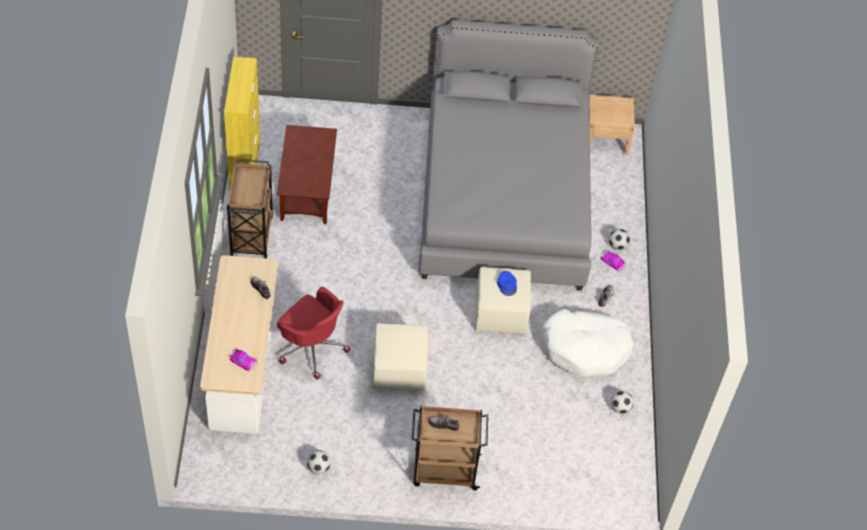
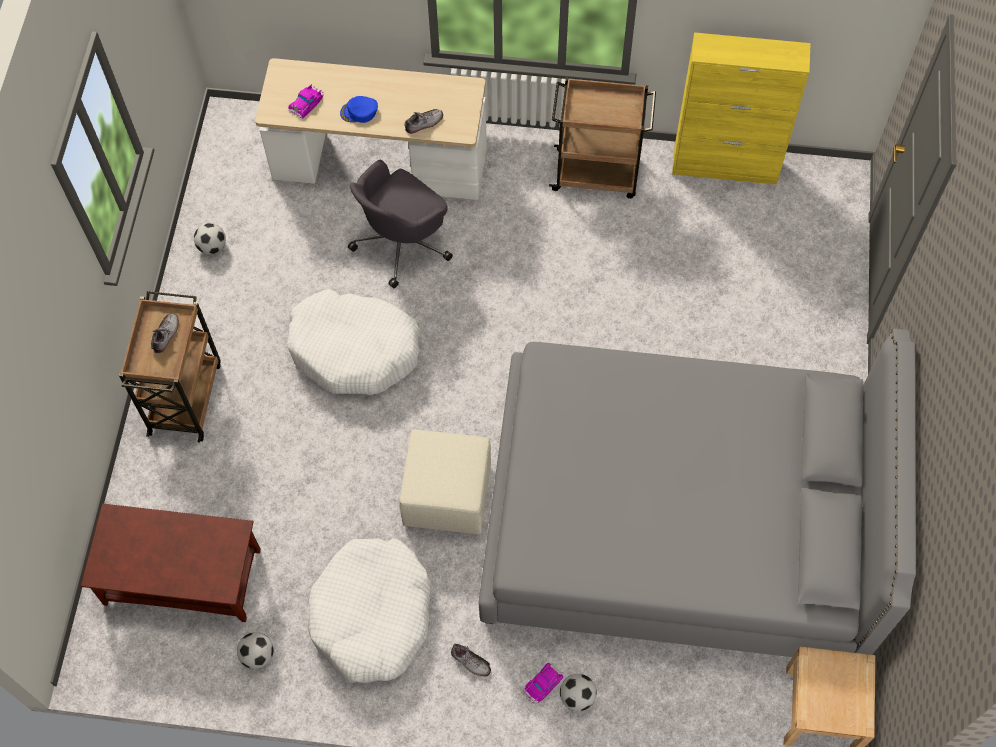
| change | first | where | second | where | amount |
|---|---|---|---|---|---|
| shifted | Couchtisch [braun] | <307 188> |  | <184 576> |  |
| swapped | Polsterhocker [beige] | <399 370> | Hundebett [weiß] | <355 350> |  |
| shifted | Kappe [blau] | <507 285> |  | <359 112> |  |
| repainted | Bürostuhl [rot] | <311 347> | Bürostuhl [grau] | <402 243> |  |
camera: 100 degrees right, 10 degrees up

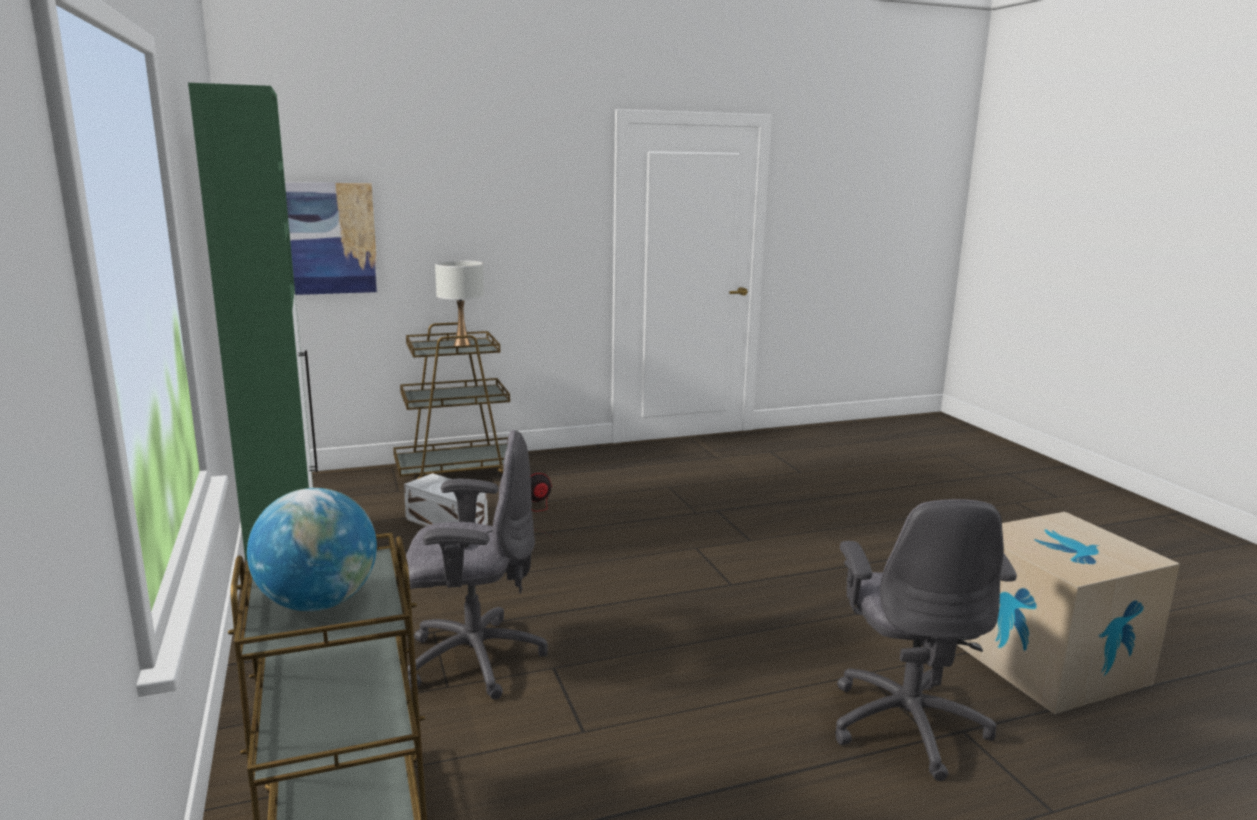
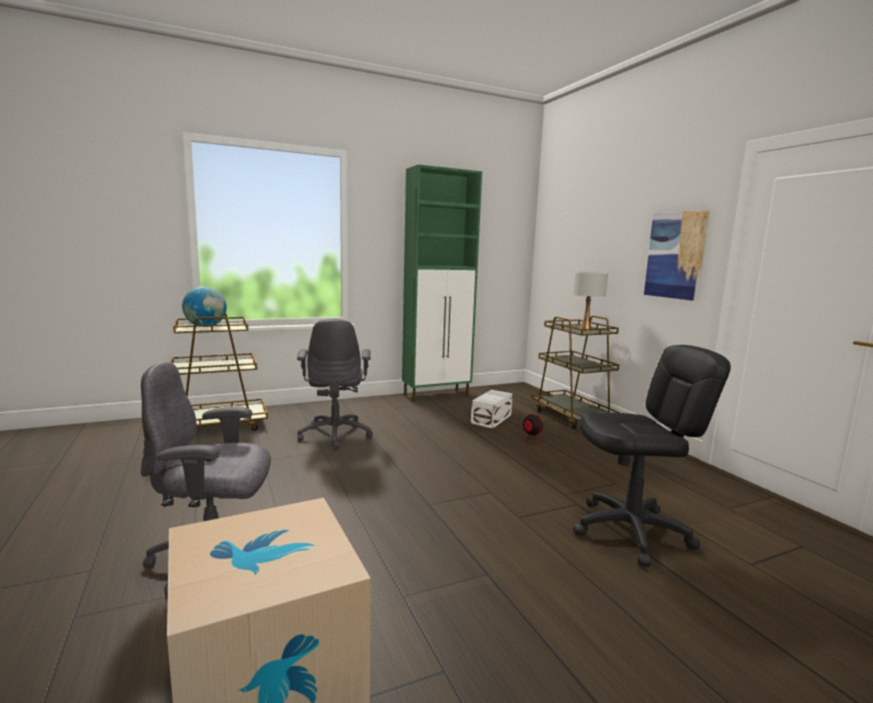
| change | first | where | second | where | amount |
|---|---|---|---|---|---|
| new |  |  | Bürostuhl [schwarz] | <631 531> |  |
| shifted | Bild | <332 238> |  | <675 255> |  |
camera: 85 degrees right, 5 degrees down

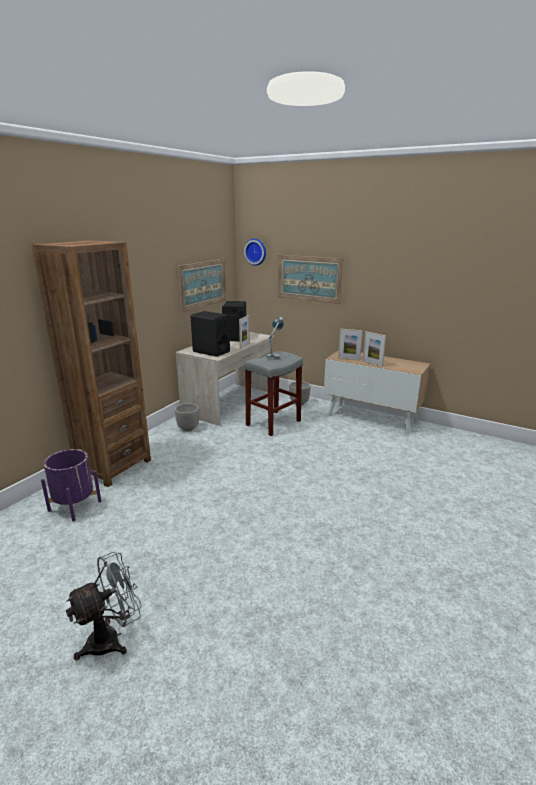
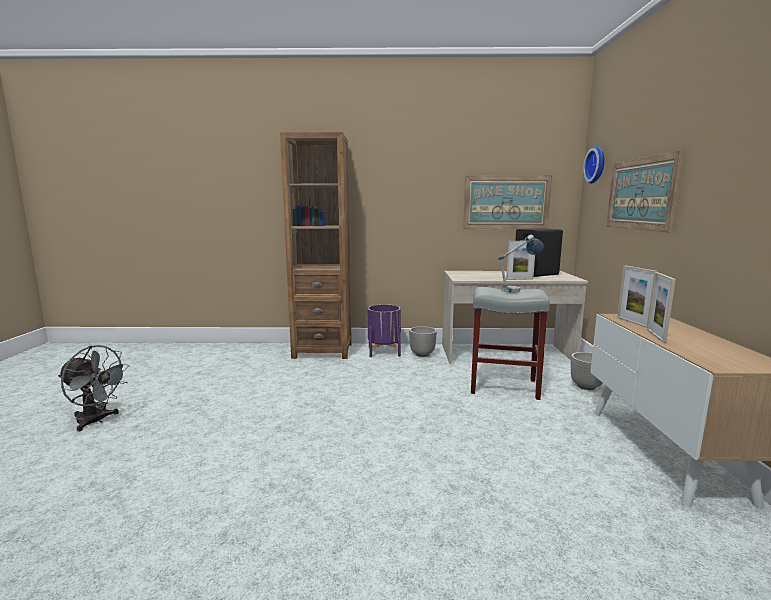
| change | first | where | second | where | amount |
|---|---|---|---|---|---|
| shifted | Pflanzkübel [lila] | <75 506> |  | <384 351> |  |
| gone | Lautsprecher [schwarz] | <211 351> |  |  |  |
camera: 60 degrees right, 10 degrees down

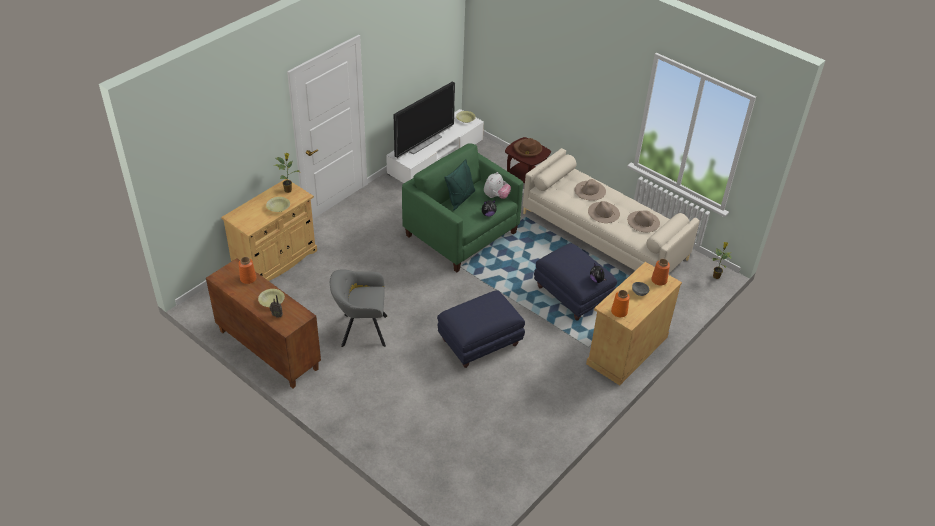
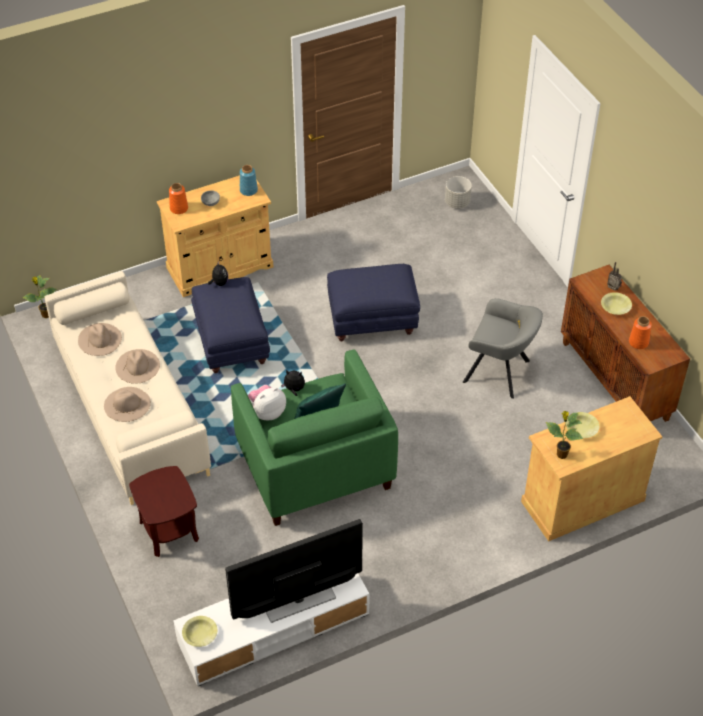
| change | first | where | second | where | amount |
|---|---|---|---|---|---|
| repainted | Vase [orange] | <618 312> | Vase [blau] | <249 190> |  |
| new |  |  | Pflanzkübel [grau] | <457 203> |  |
| gone | Hut [braun] | <527 149> |  |  |  |
camera: 155 degrees left, 5 degrees up

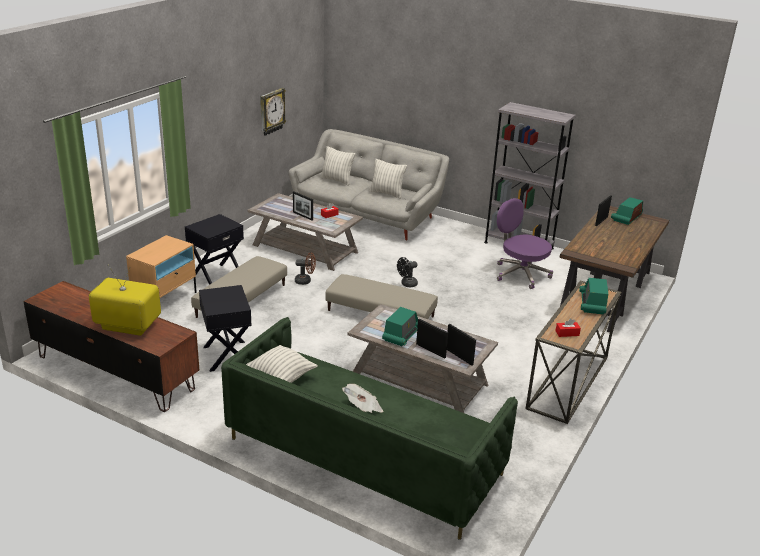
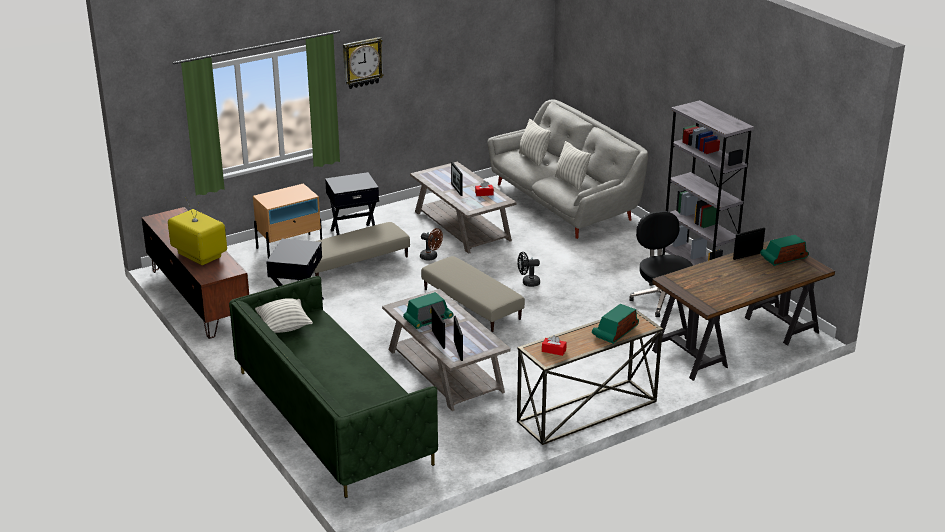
| change | first | where | second | where | amount |
|---|---|---|---|---|---|
| shifted | Wanduhr | <271 111> |  | <362 62> |  |
| repainted | Bürostuhl [lila] | <520 274> | Bürostuhl [schwarz] | <662 300> |  |
| gone | Zeitung | <363 408> |  |  |  |
camera: 30 degrees right, 0 degrees up

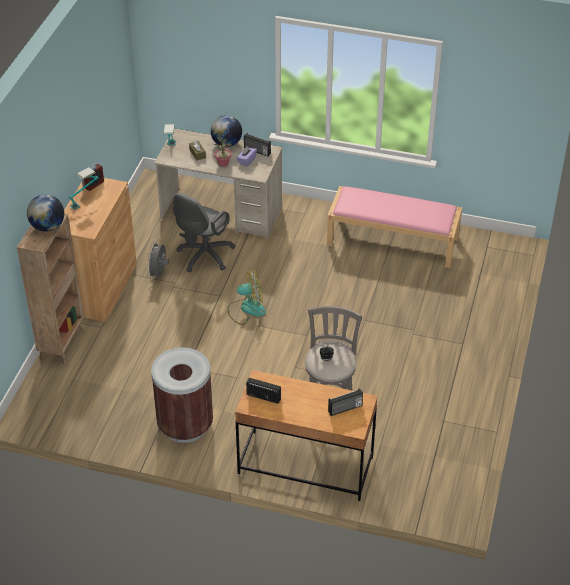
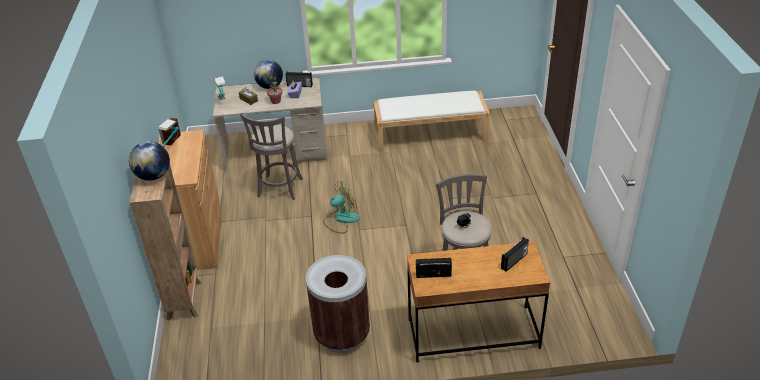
| change | first | where | second | where | amount |
|---|---|---|---|---|---|
| swapped | Bürostuhl [grau] | <203 257> | Hocker [grau] | <279 189> |  |
| repainted | Bank [rosa] | <393 241> | Bank [weiß] | <431 135> |  |
| gone | Ventilator [grau] | <159 274> |  |  |  |
camera: 20 degrees left, 5 degrees down

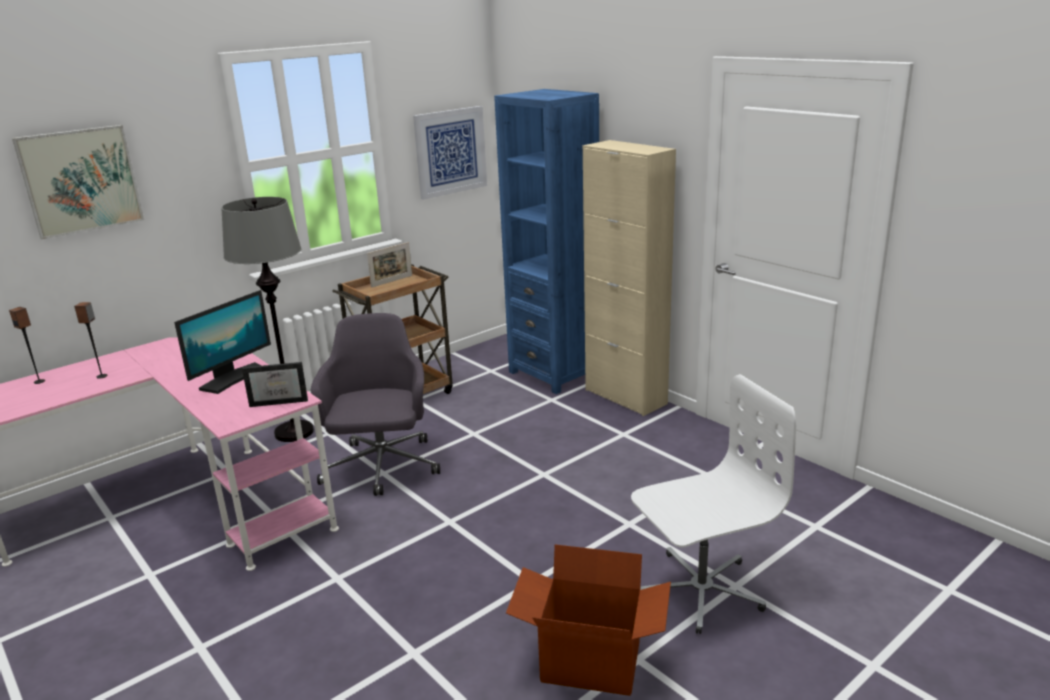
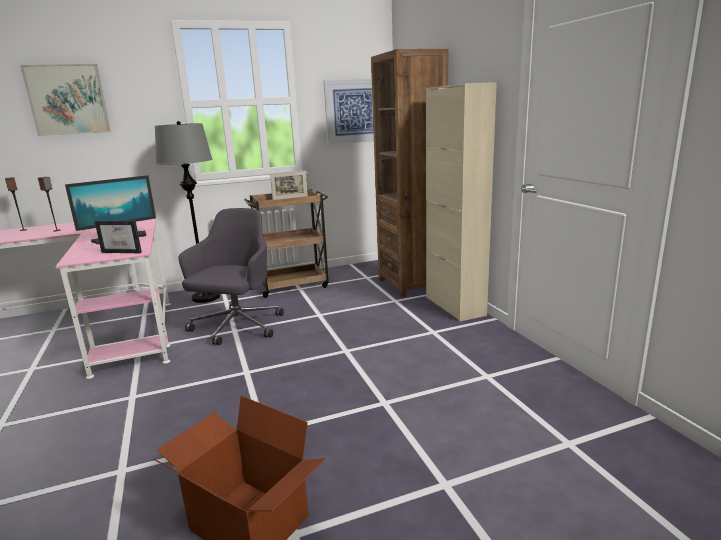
| change | first | where | second | where | amount |
|---|---|---|---|---|---|
| repainted | Bücherregal [blau] | <554 373> | Bücherregal [braun] | <411 284> |  |
| gone | Bürostuhl [weiß] | <700 589> |  |  |  |
camera: 20 degrees right, 5 degrees down

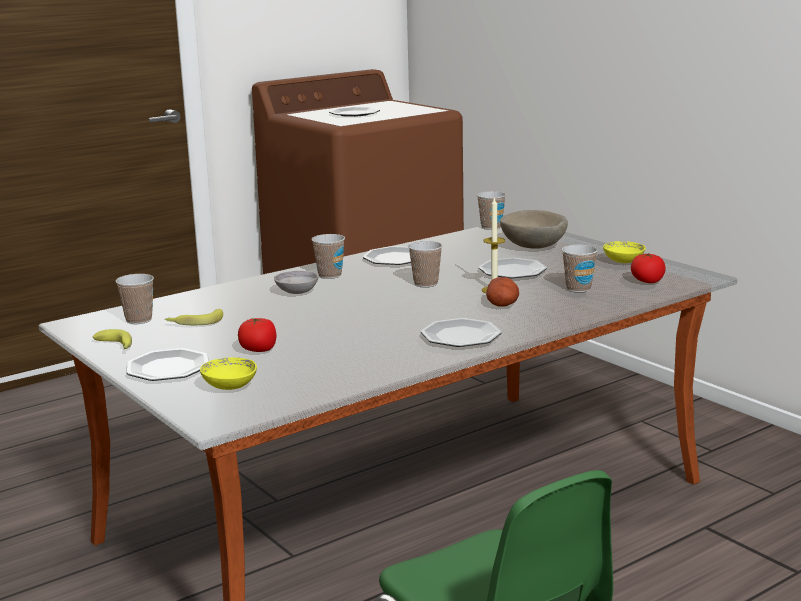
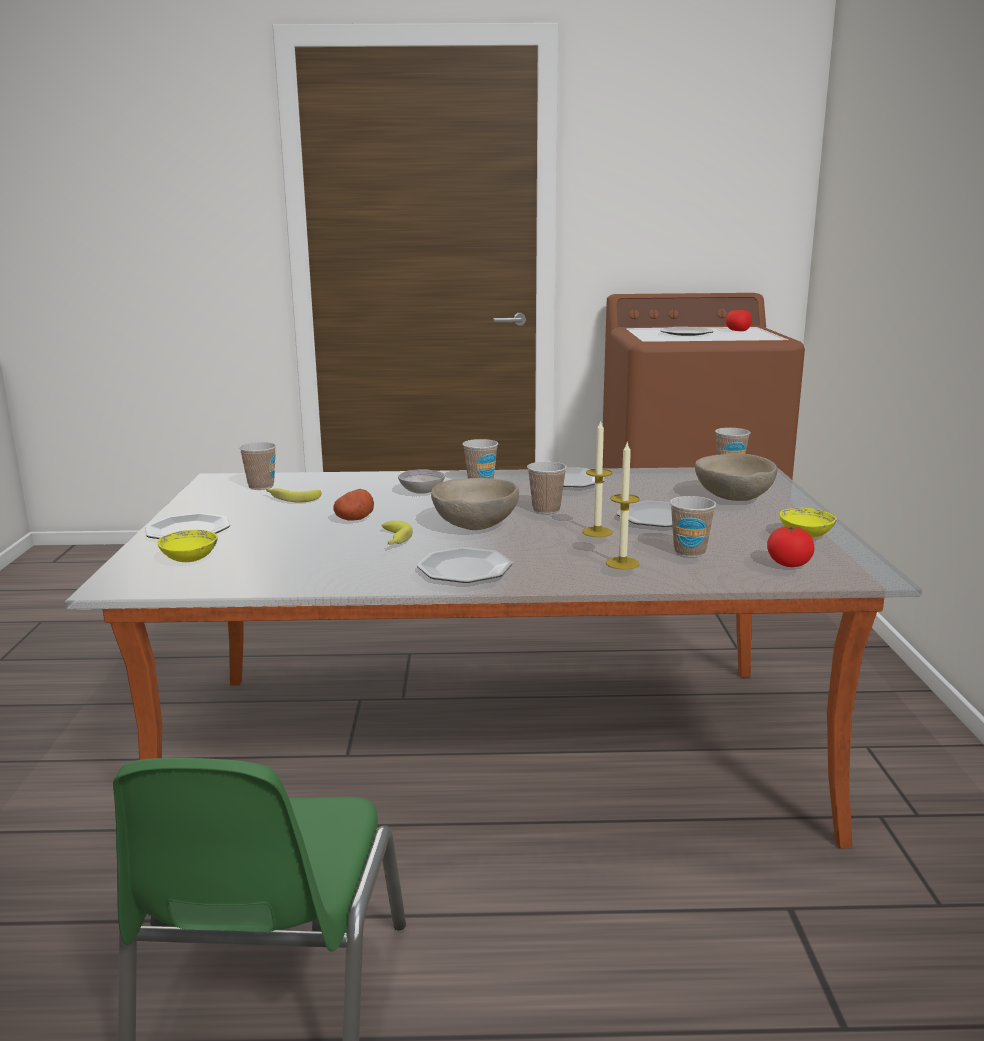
| change | first | where | second | where | amount |
|---|---|---|---|---|---|
| shifted | Kartoffel | <502 305> |  | <355 519> |  |
| shifted | Banane | <116 347> |  | <393 540> |  |
| new |  |  | Schüssel [beige] | <475 525> |  |
| new |  |  | Kerze | <622 563> |  |
| shifted | Tomate | <258 350> |  | <738 331> |  |
camera: 35 degrees right, 0 degrees up

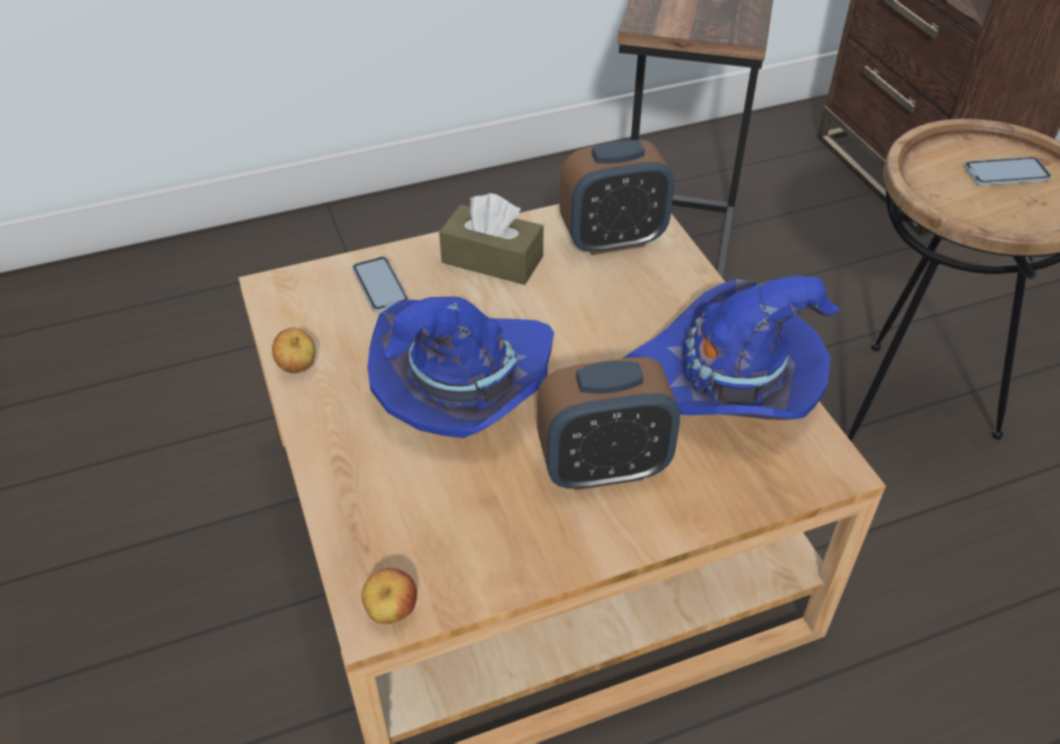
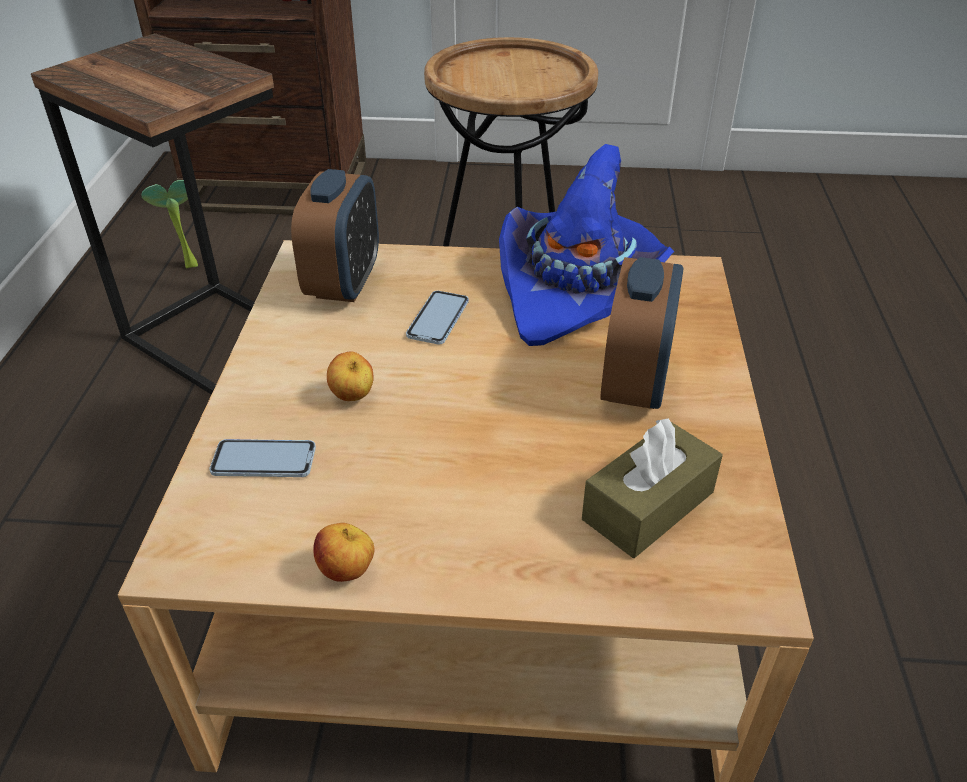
| change | first | where | second | where | amount |
|---|---|---|---|---|---|
| new |  |  | Topfpflanze | <187 264> |  |
| shifted | Apfel | <391 612> |  | <353 397> |  |
| shifted | Handy | <1006 173> |  | <438 319> |  |
| shifted | Taschentuchbox [braun] | <492 259> |  | <648 506> |  |
| gone | Hut [blau] | <465 386> |  |  |  |
camera: 65 degrees left, 5 degrees down

